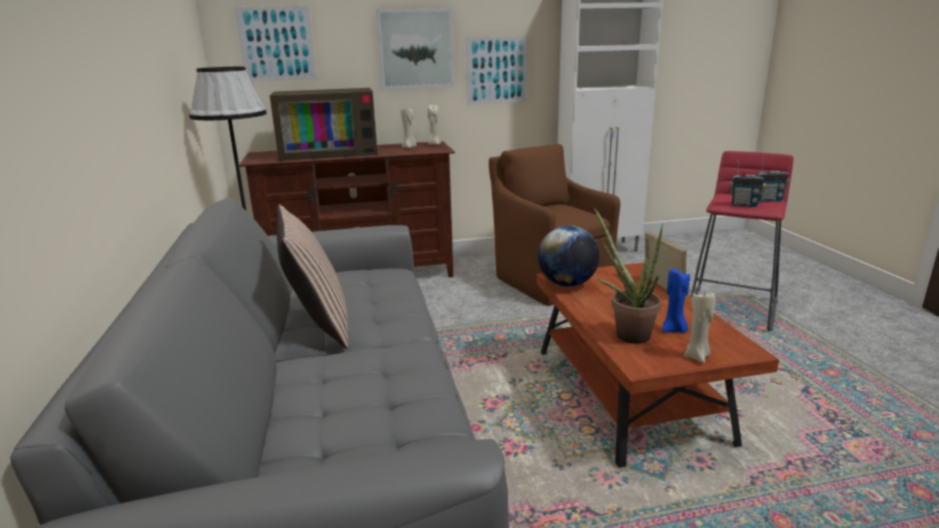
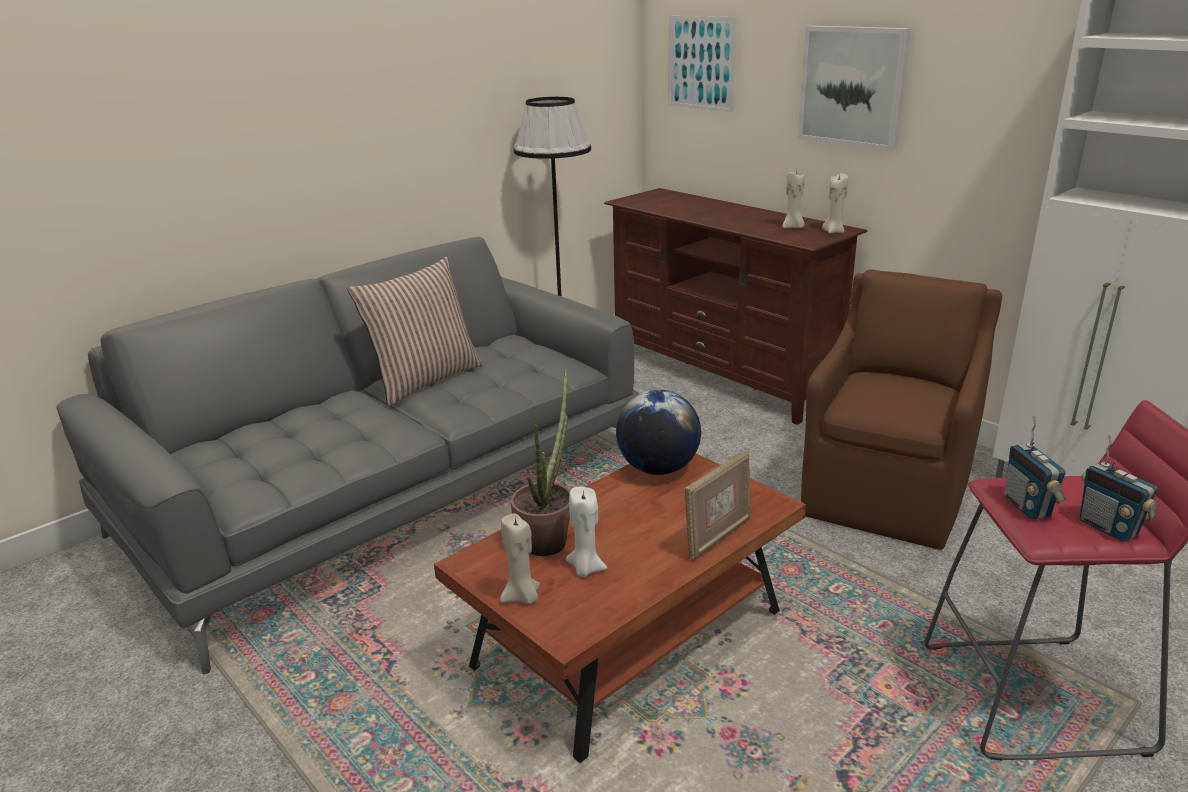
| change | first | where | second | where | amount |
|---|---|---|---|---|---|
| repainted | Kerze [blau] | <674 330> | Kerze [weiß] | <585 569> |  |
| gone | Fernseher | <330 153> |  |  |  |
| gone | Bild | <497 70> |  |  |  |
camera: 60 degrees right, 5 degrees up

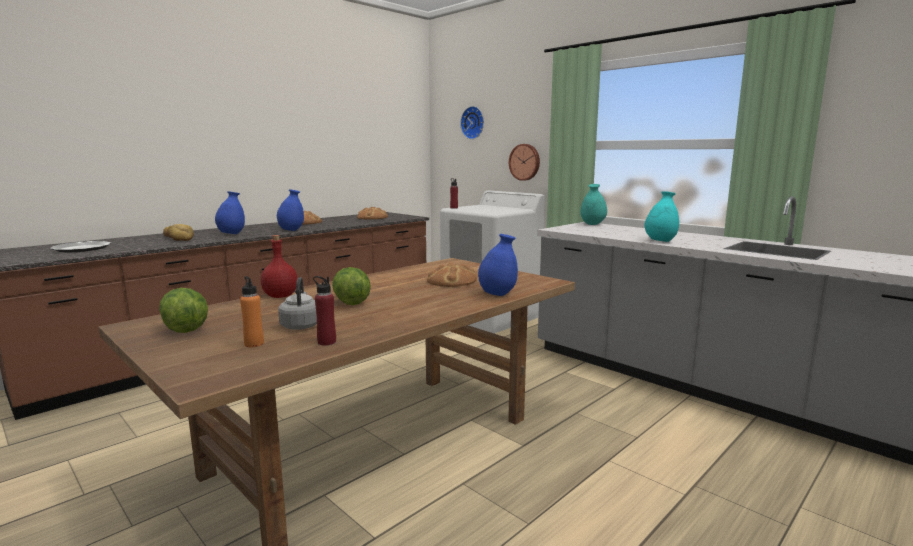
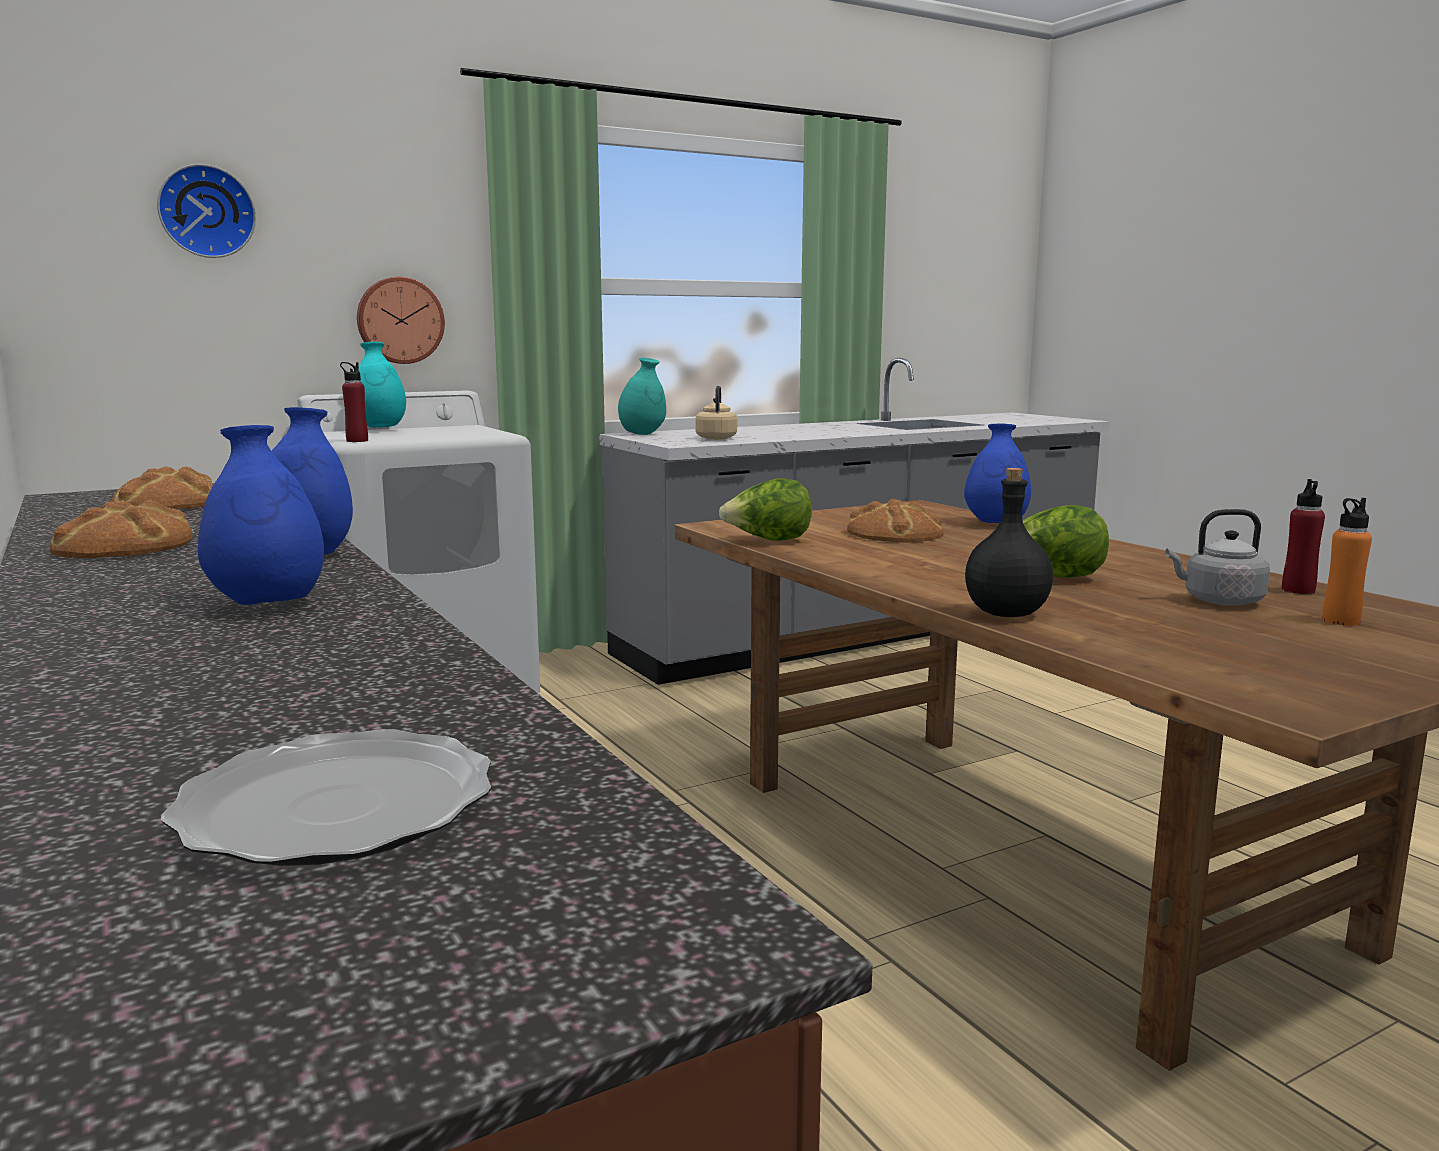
| change | first | where | second | where | amount |
|---|---|---|---|---|---|
| shifted | Vase [türkis] | <660 241> |  | <380 428> |  |
| new |  |  | Wasserkessel [beige] | <716 438> |  |
| shifted | Salatkopf | <185 328> |  | <768 541> |  |
| repainted | Flasche [rot] | <280 296> | Flasche [schwarz] | <1004 614> |  |
| gone | Brot | <179 238> |  |  |  |
camera: 75 degrees left, 0 degrees up

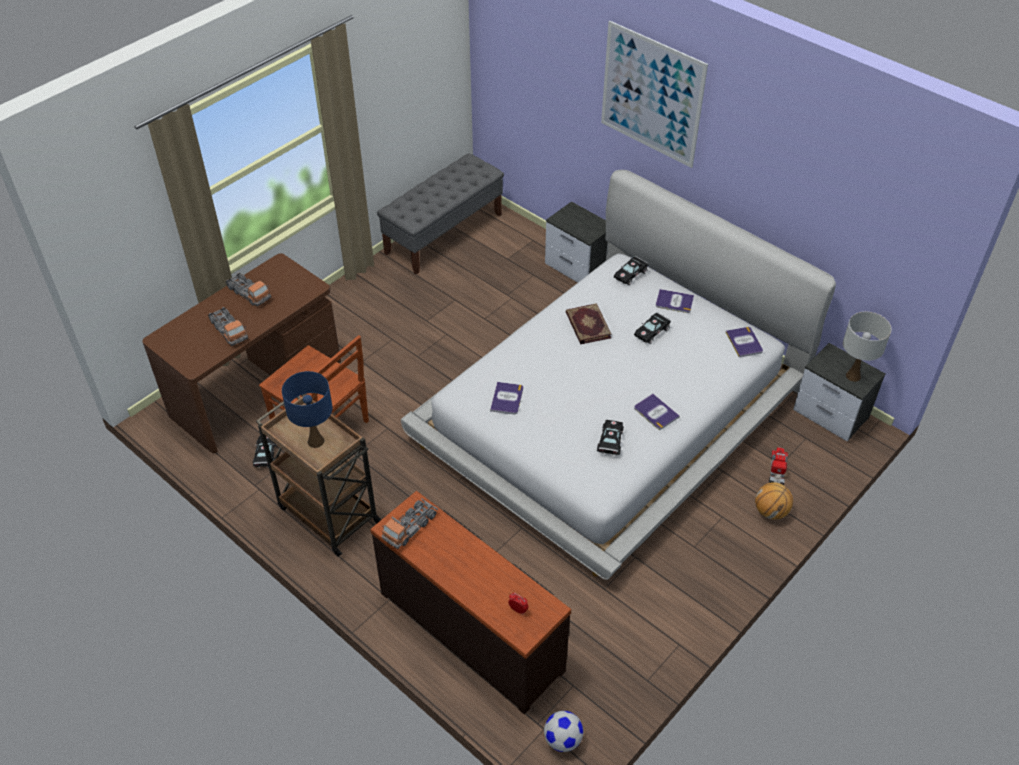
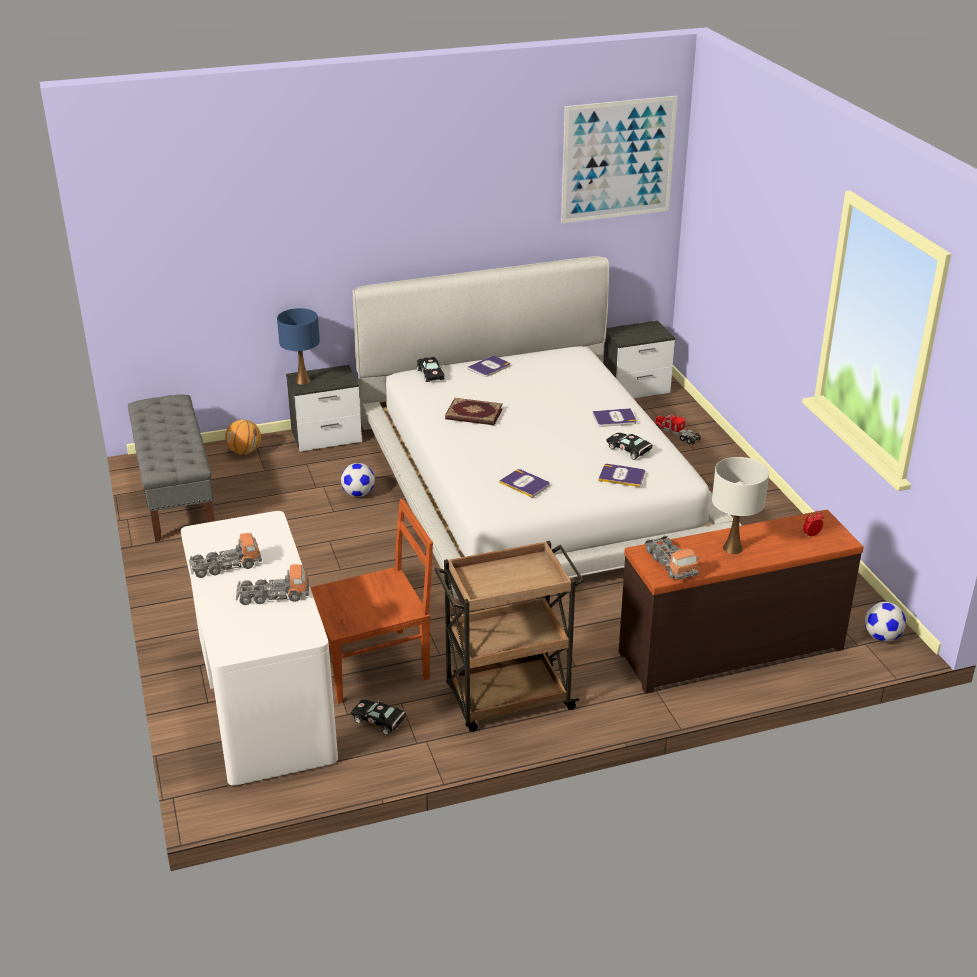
| change | first | where | second | where | amount |
|---|---|---|---|---|---|
| repainted | Schreibtisch [braun] | <256 388> | Schreibtisch [weiß] | <263 698> |  |
| shifted | Basketball | <771 511> |  | <245 452> |  |
| shifted | Tischlampe [blau] | <315 441> |  | <302 381> |  |
| new |  |  | Fußball | <358 494> |  |
| shifted | Bild | <651 94> |  | <618 160> |  |
| shifted | Buch | <744 342> |  | <622 476> |  |
| shifted | Tischlampe [weiß] | <853 376> |  | <733 548> |  |
| gone | Spielzeugauto [schwarz] | <652 331> |  |  |  |
camera: 60 degrees left, 15 degrees down

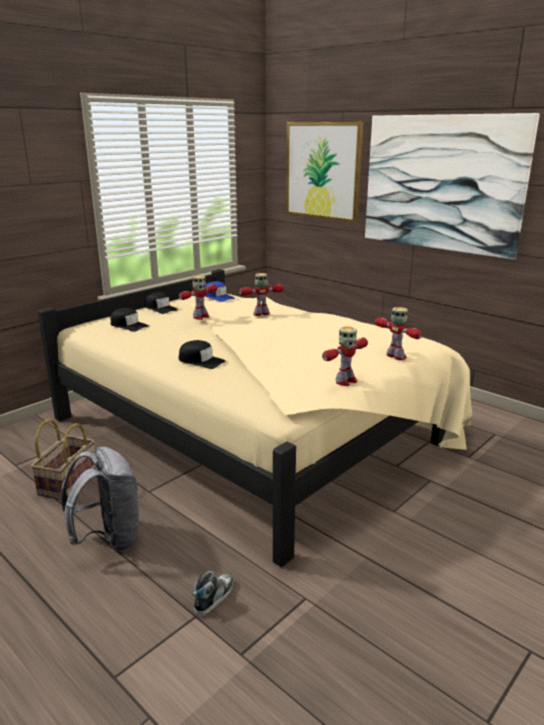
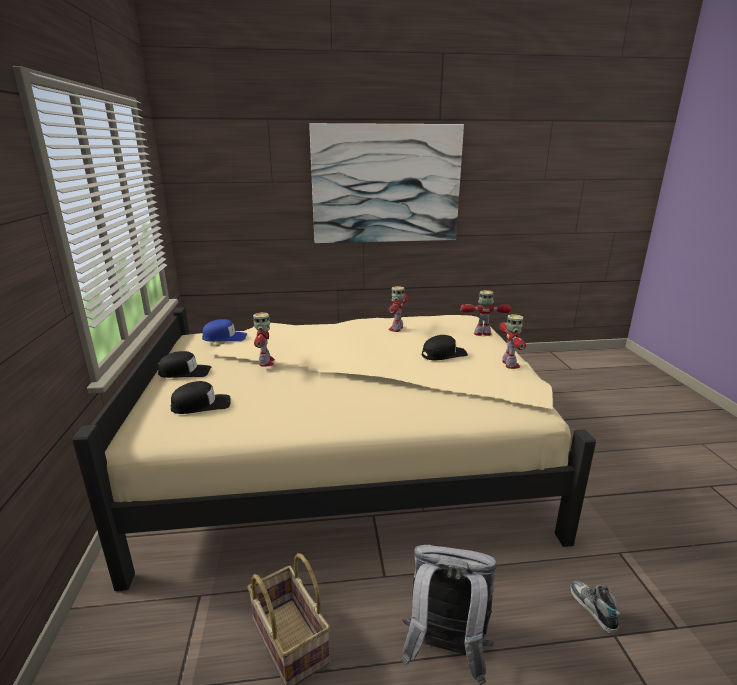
| change | first | where | second | where | amount |
|---|---|---|---|---|---|
| shifted | Spielzeugroboter | <261 314> |  | <396 328> |  |
| shifted | Kappe [schwarz] | <201 361> |  | <443 354> |  |
| gone | Bild | <323 171> |  |  |  |
camera: 50 degrees left, 0 degrees up

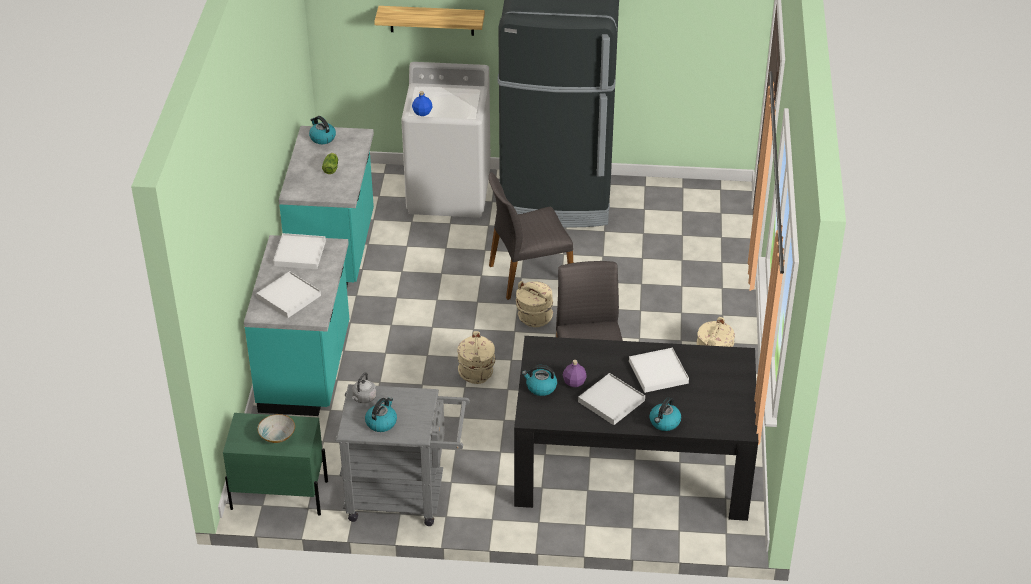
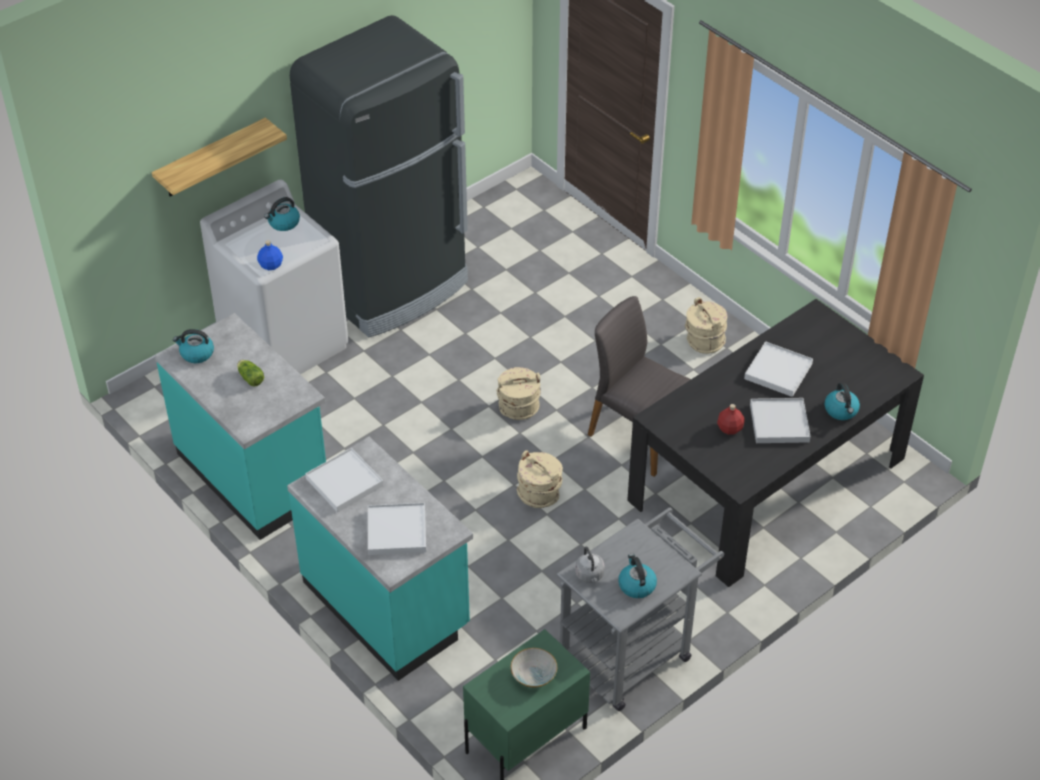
| change | first | where | second | where | amount |
|---|---|---|---|---|---|
| shifted | Wasserkessel | <540 387> |  | <283 223> |  |
| repainted | Flasche [lila] | <574 382> | Flasche [rot] | <729 428> |  |
| gone | Stuhl [grau] | <529 275> |  |  |  |
camera: 45 degrees left, 5 degrees up

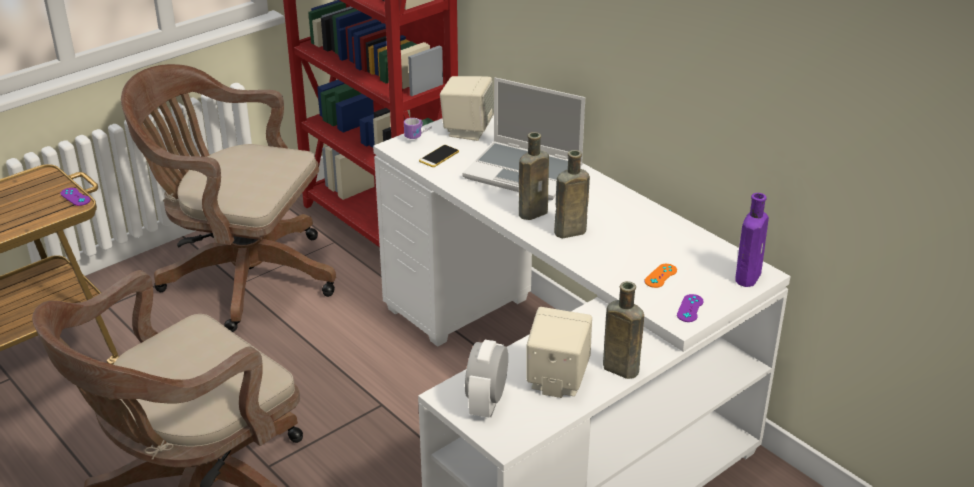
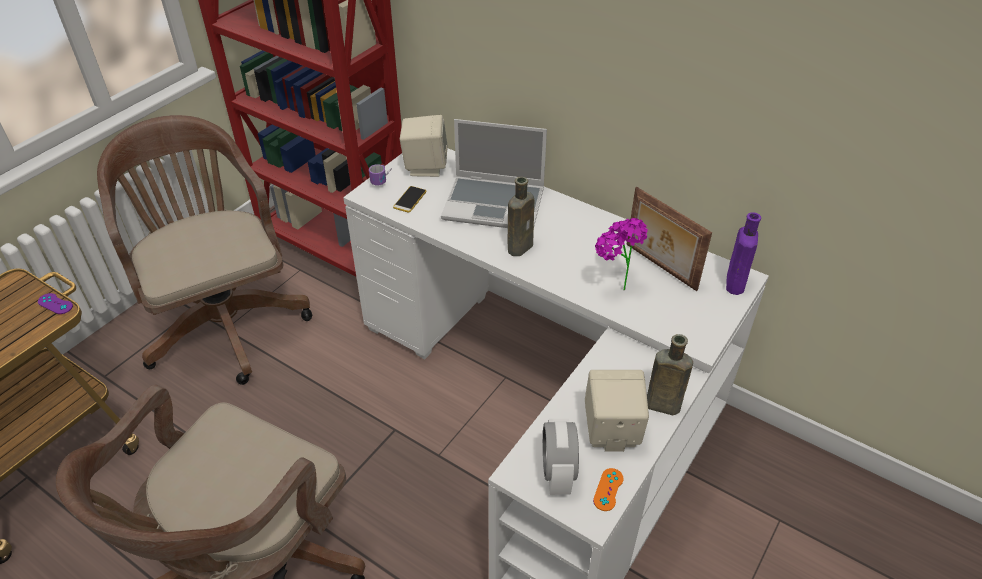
| change | first | where | second | where | amount |
|---|---|---|---|---|---|
| rotated | Bürostuhl [braun] | <240 275> |  | <224 320> | 60 degrees clockwise |
| shifted | Gamepad [orange] | <660 276> |  | <608 489> |  |
| new |  |  | Topfpflanze | <613 287> |  |
| new |  |  | Bilderrahmen | <659 267> |  |
| gone | Flasche [braun] | <568 232> |  |  |  |
| gone | Gamepad [lila] | <690 308> |  |  |  |
camera: 15 degrees left, 10 degrees up

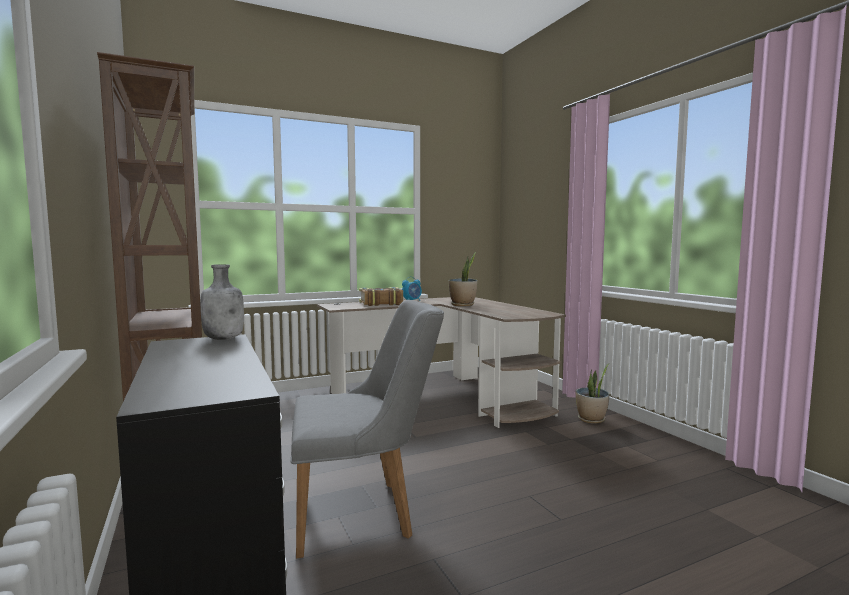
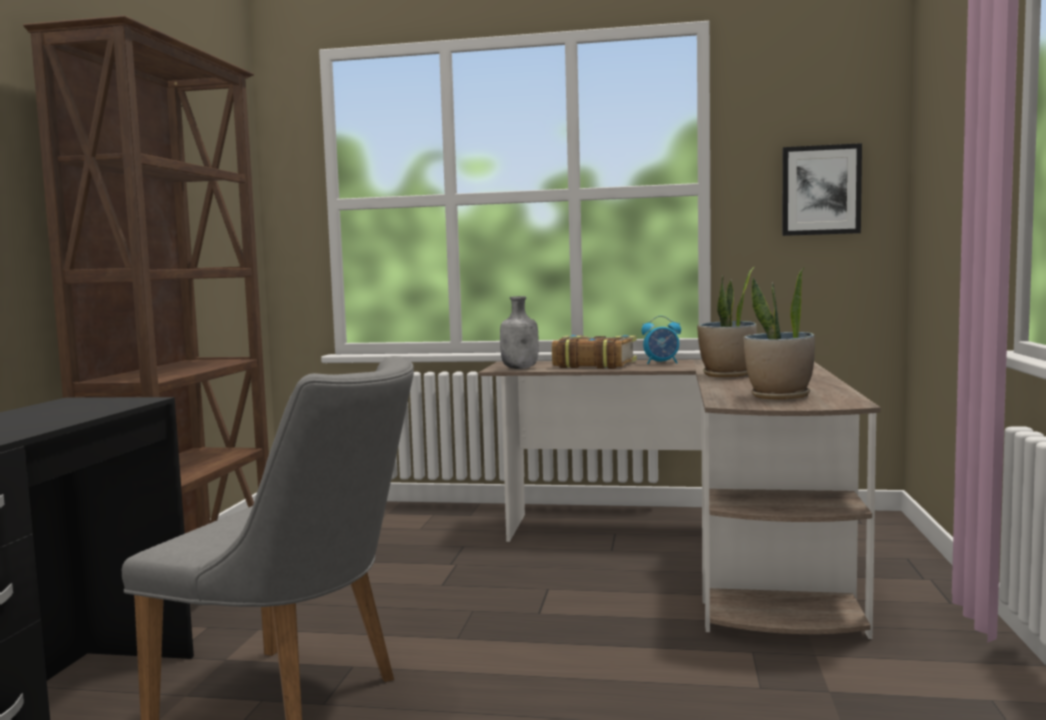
| change | first | where | second | where | amount |
|---|---|---|---|---|---|
| shifted | Flasche [grau] | <224 338> |  | <520 368> |  |
| shifted | Topfpflanze | <591 419> |  | <779 396> |  |
| new |  |  | Bild | <820 190> |  |
camera: 35 degrees right, 0 degrees up

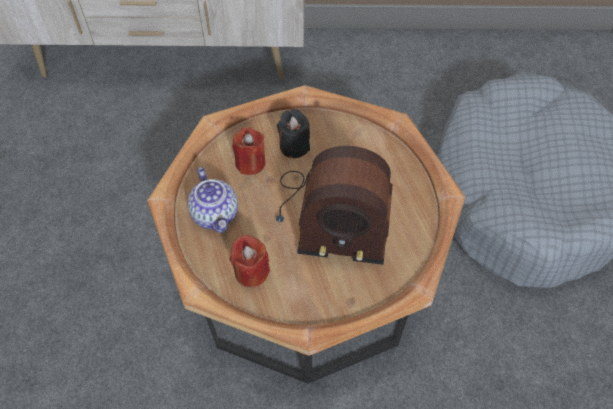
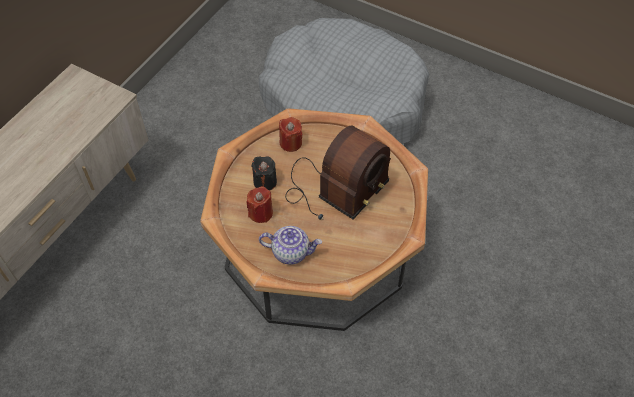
| change | first | where | second | where | amount |
|---|---|---|---|---|---|
| shifted | Kerze [rot] | <251 272> |  | <290 143> |  |
camera: 60 degrees left, 0 degrees up

